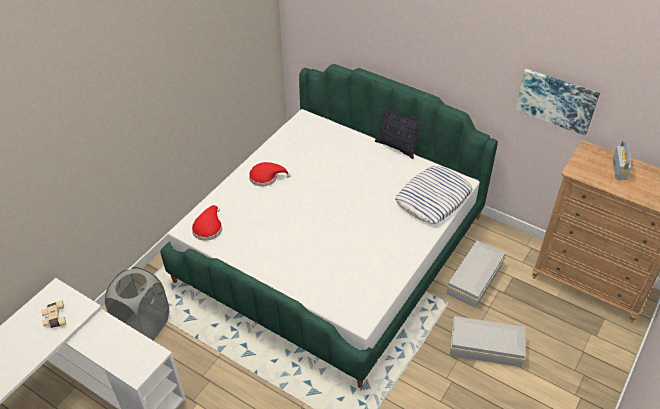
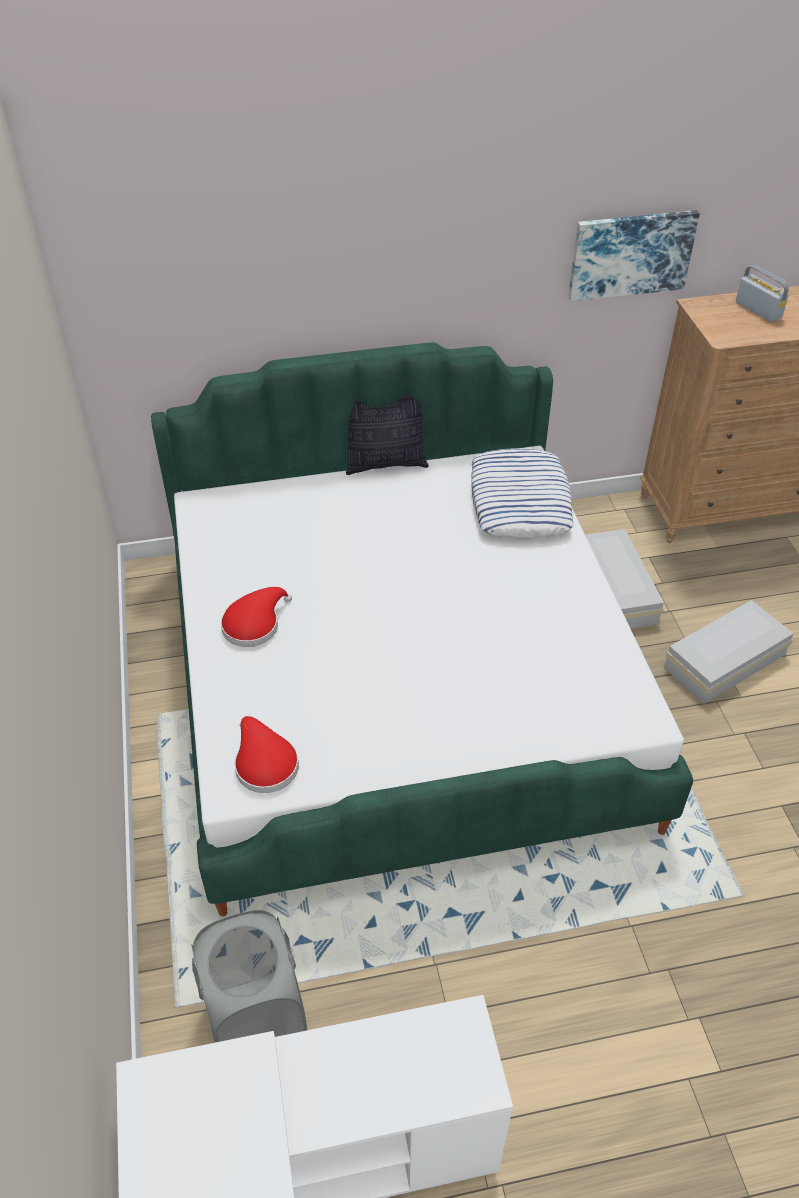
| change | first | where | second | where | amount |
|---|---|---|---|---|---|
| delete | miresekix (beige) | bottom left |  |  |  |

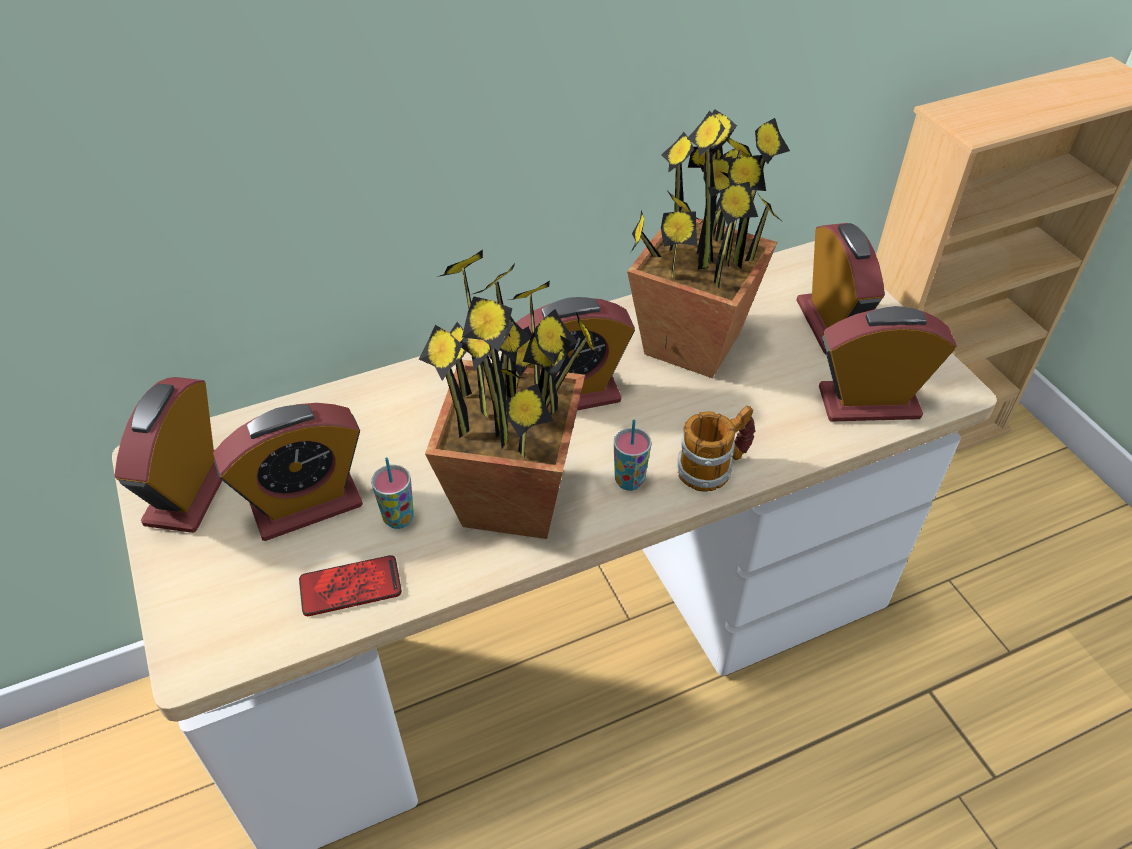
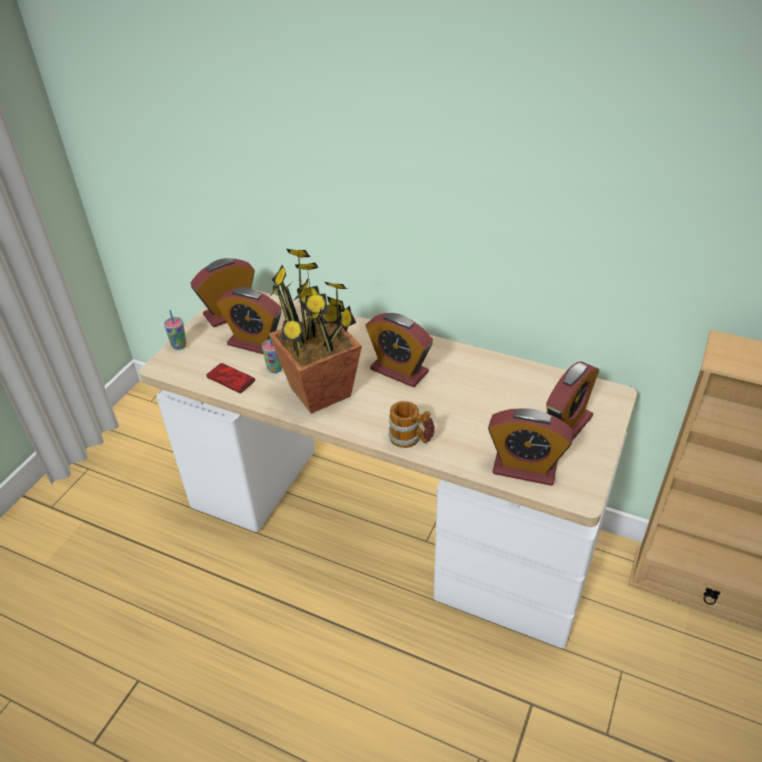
| change | first | where | second | where | amount |
|---|---|---|---|---|---|
| move | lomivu (2nd from left in the first image) | centre | lomivu (1st from left) | middle left |  |
| delete | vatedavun (2nd from left) | top centre |  |  |  |
| rotate | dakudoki (5th from left in the first image) | middle right | dakudoki (4th from left) | middle right | 150 degrees clockwise |

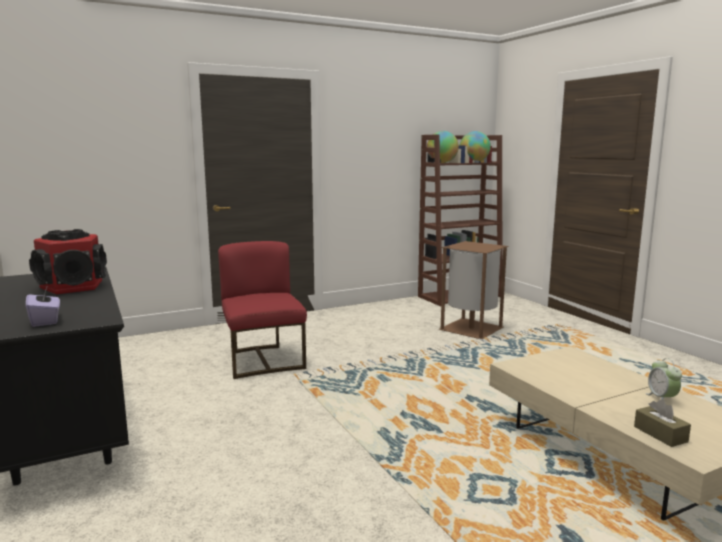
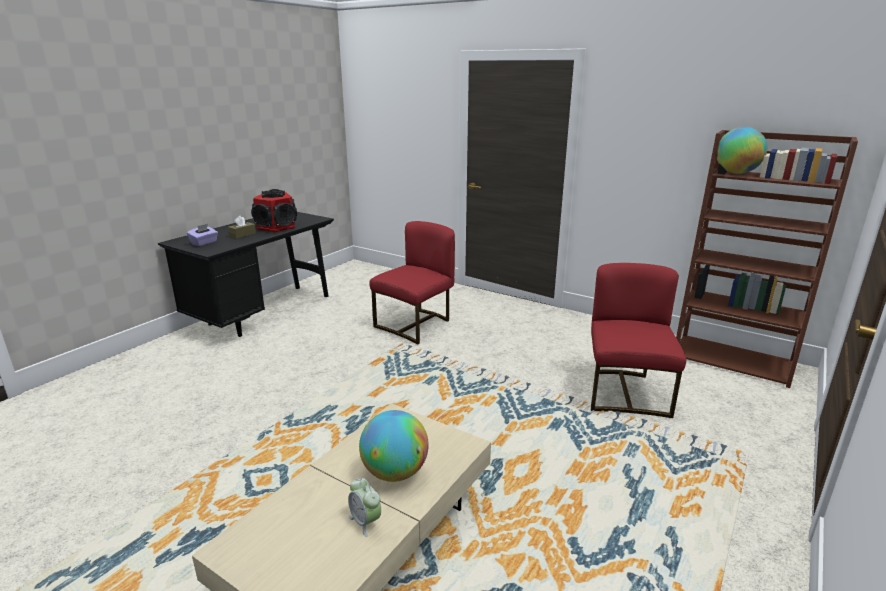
| change | first | where | second | where | amount |
|---|---|---|---|---|---|
| replace | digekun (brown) | centre | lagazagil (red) (2nd from left) | middle right |  |
| move | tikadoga (2nd from left in the first image) | top centre | tikadoga (1st from left) | bottom centre |  |
| move | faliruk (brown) | bottom right |  | middle left |  |
| rotate | dakudoki | bottom right |  | bottom centre | 90 degrees counterclockwise |

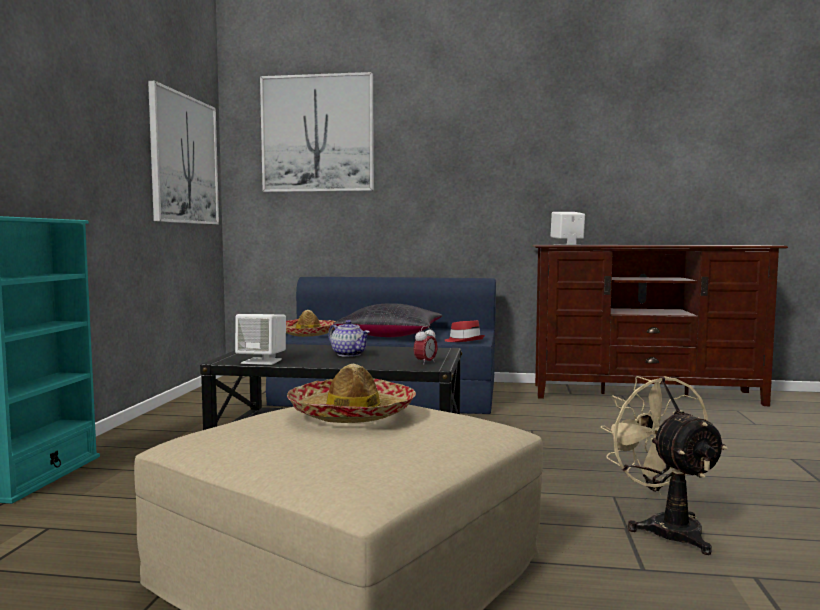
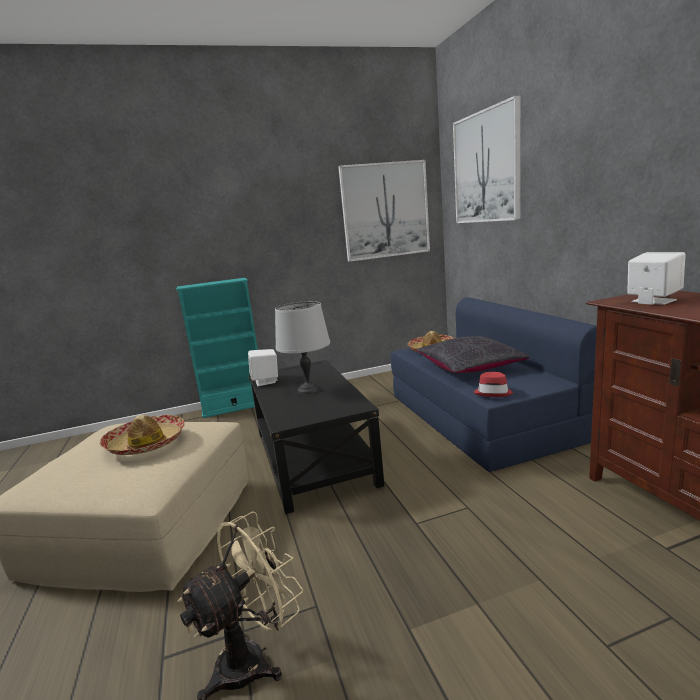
| change | first | where | second | where | amount |
|---|---|---|---|---|---|
| replace | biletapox | centre | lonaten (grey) | centre |  |
| delete | dakudoki | centre |  |  |  |

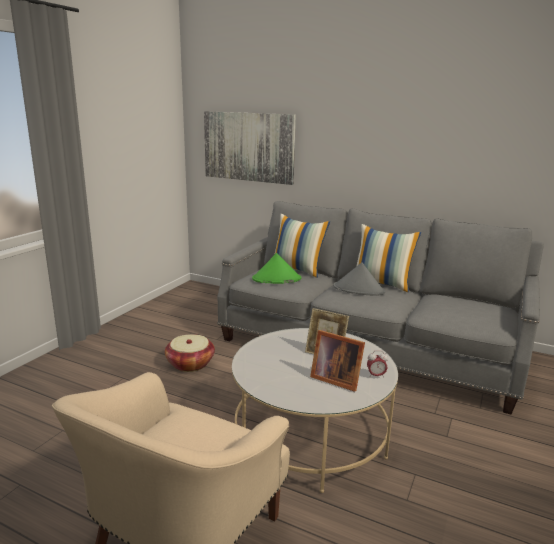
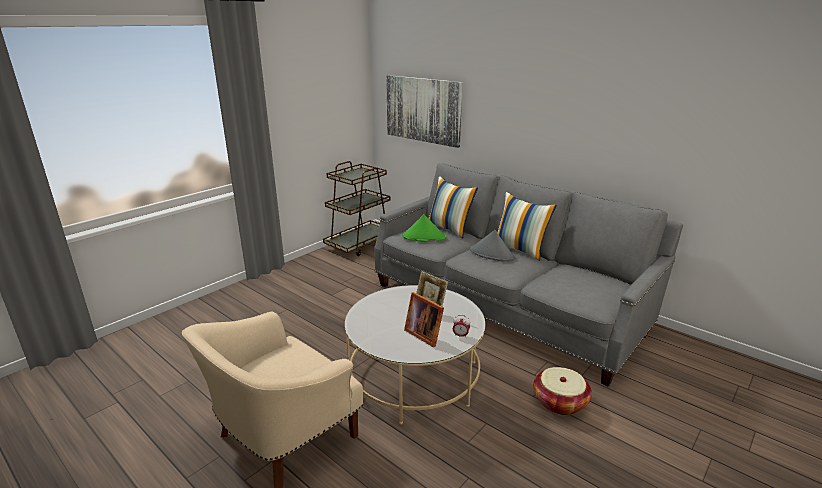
| change | first | where | second | where | amount |
|---|---|---|---|---|---|
| move | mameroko | centre |  | bottom right |  |
| insert |  |  | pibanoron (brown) | centre |  |

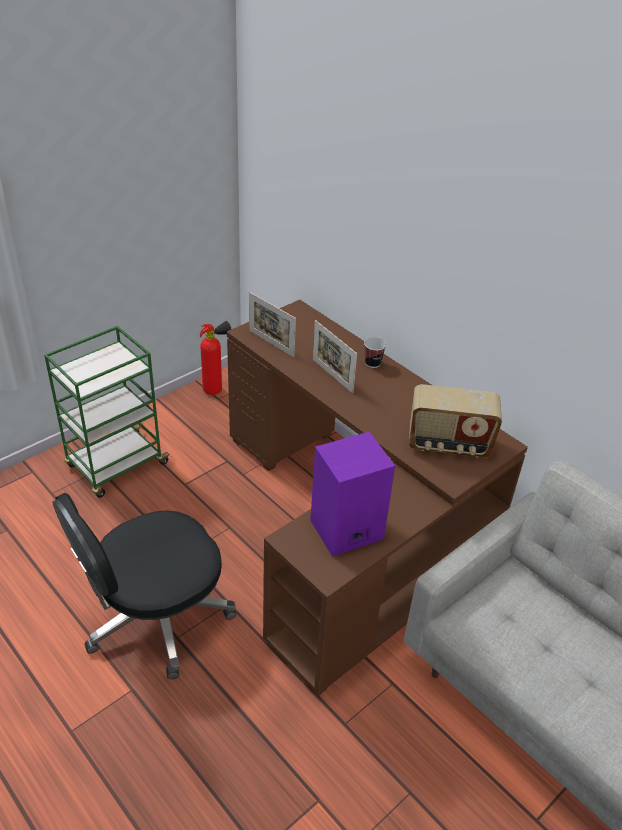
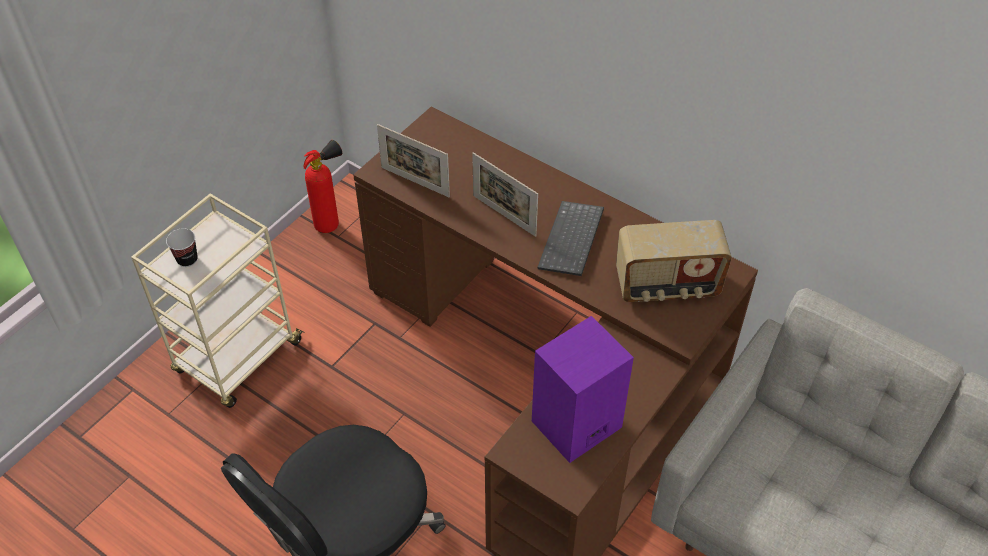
| change | first | where | second | where | amount |
|---|---|---|---|---|---|
| recolor | pibanoron (green) | middle left | pibanoron (beige) | middle left |  |
| move | lomivu | centre |  | middle left |  |
| insert |  |  | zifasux | centre |  |

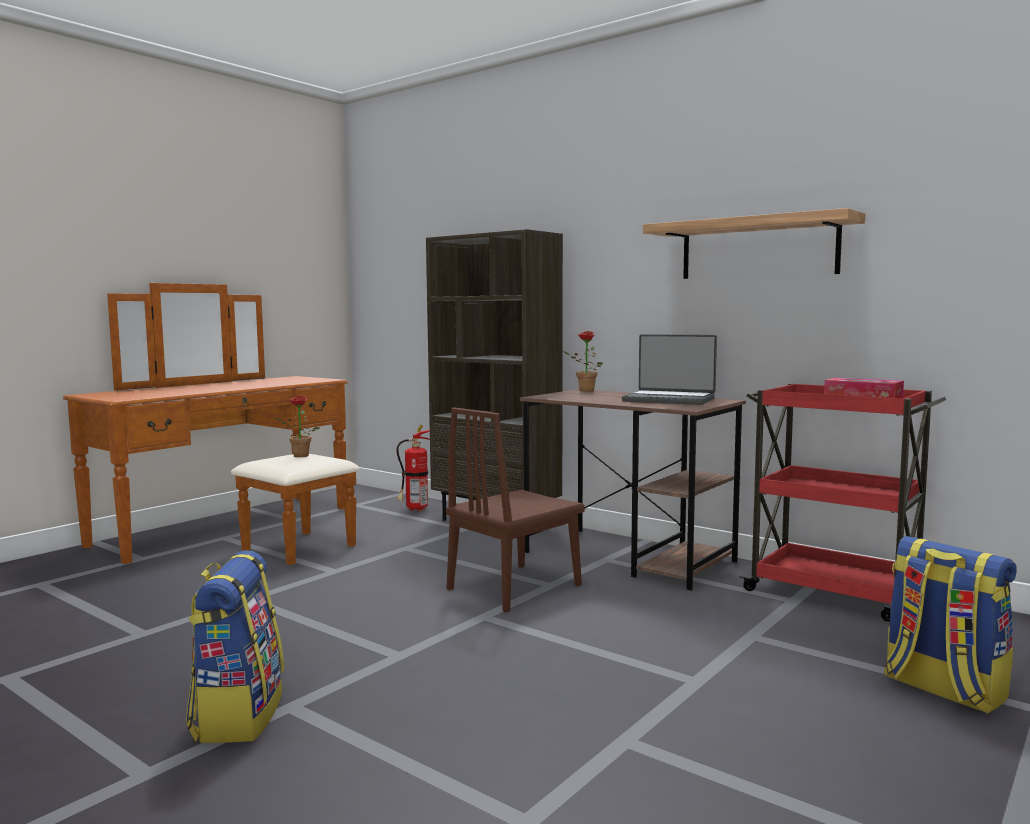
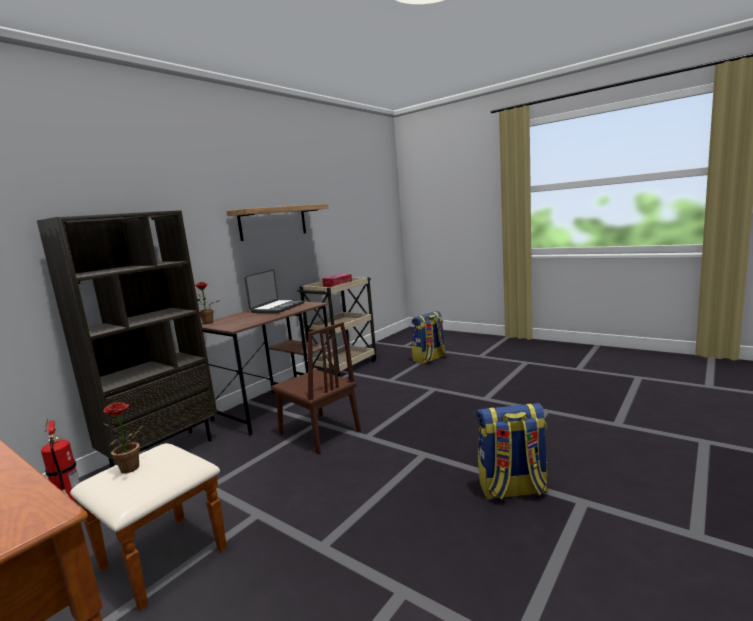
| change | first | where | second | where | amount |
|---|---|---|---|---|---|
| recolor | pibanoron (red) | middle right | pibanoron (beige) | centre |  |

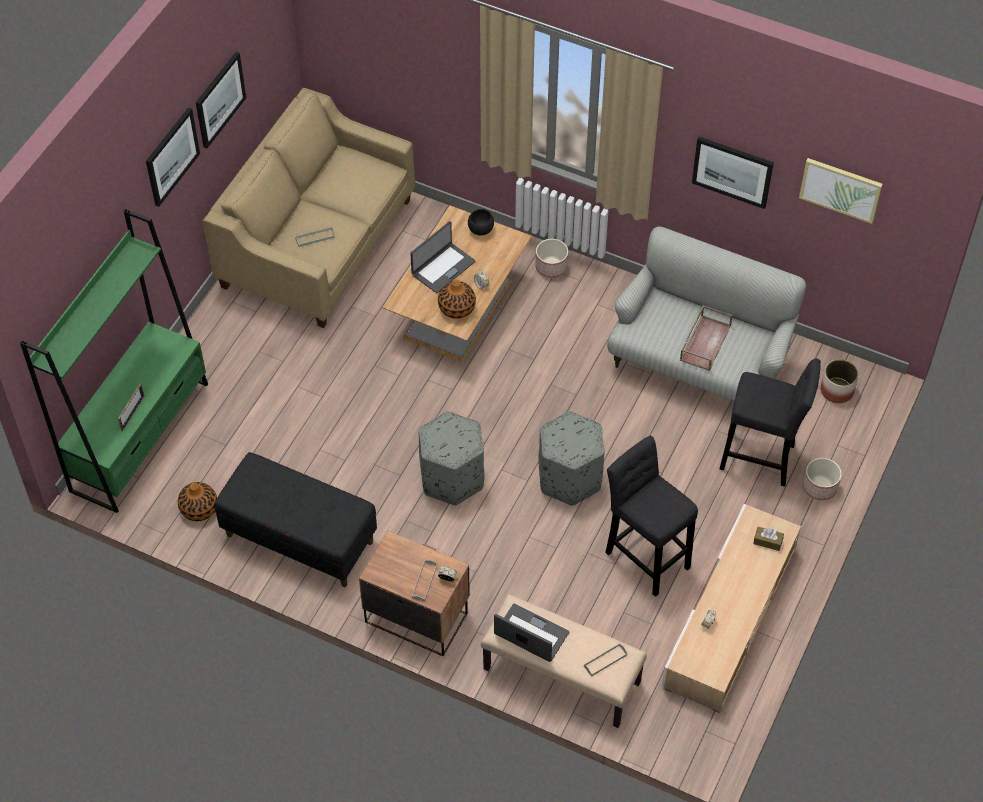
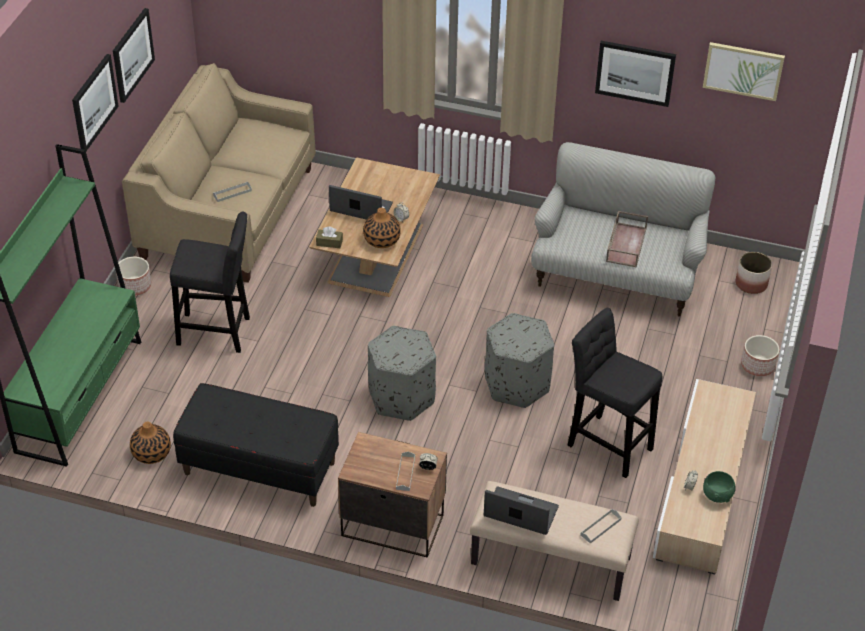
| change | first | where | second | where | amount |
|---|---|---|---|---|---|
| delete | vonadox | middle left |  |  |  |
| rotate | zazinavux (1st from left) | top centre |  | top centre | 105 degrees counterclockwise |
| delete | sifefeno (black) | top centre |  |  |  |
| move | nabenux (1st from left) | top centre |  | middle left |  |
| move | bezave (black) (2nd from left in the first image) | middle right | bezave (black) (1st from left) | middle left |  |
| move | faliruk (brown) | bottom right |  | centre |  |
| insert |  |  | sifefeno (green) | bottom right |  |

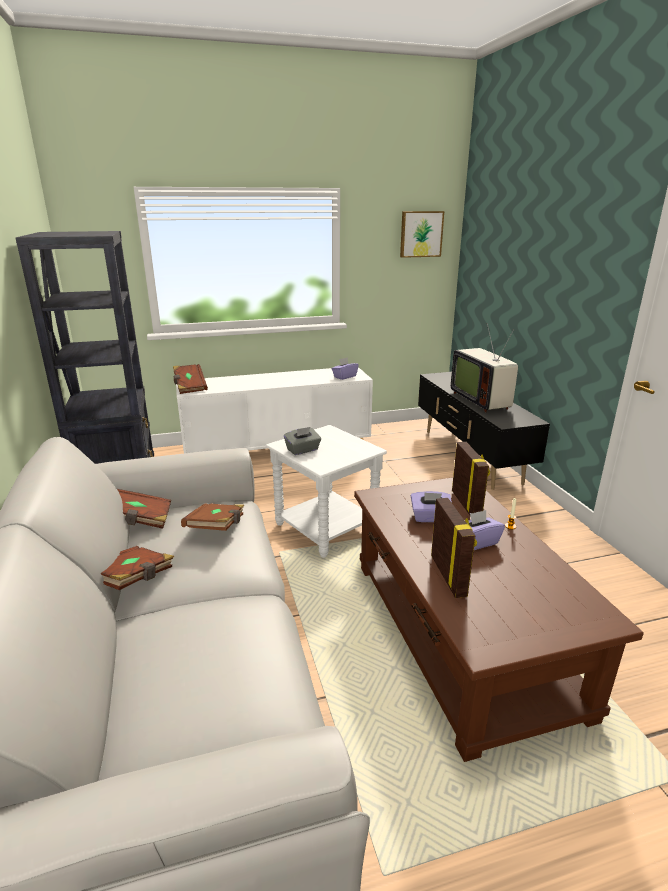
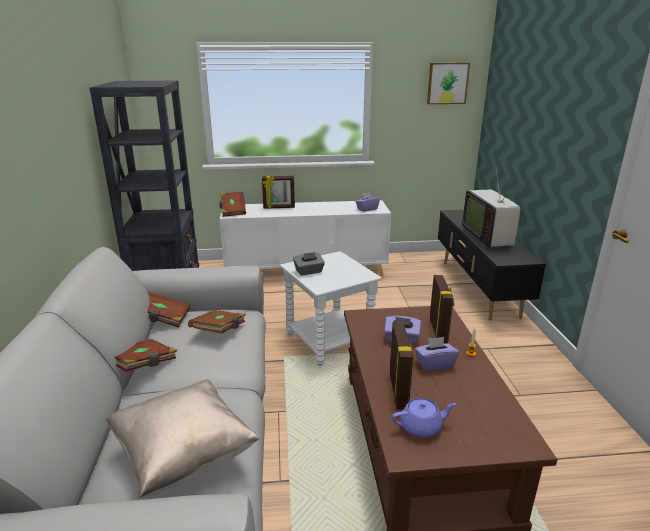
| change | first | where | second | where | amount |
|---|---|---|---|---|---|
| insert |  |  | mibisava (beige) | bottom left |  |
| insert |  |  | vonadox (1st from left) | centre |  |
| insert |  |  | biletapox (purple) | bottom centre |  |

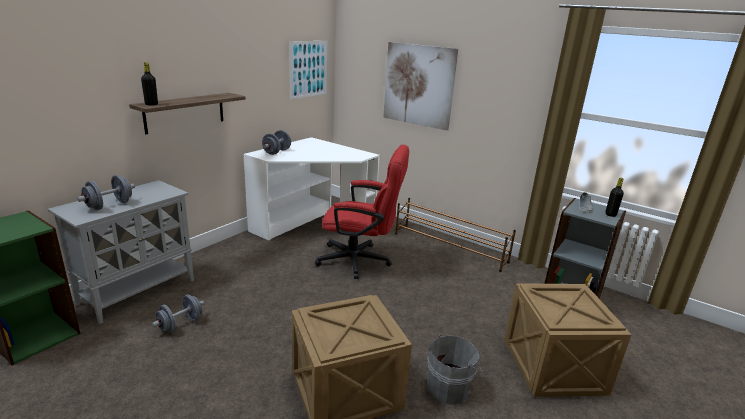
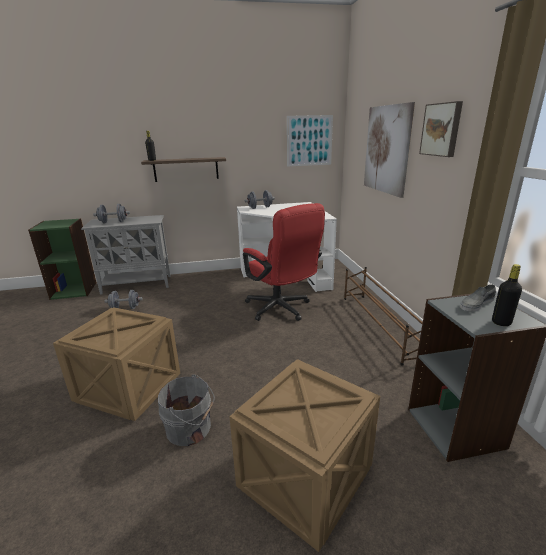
| change | first | where | second | where | amount |
|---|---|---|---|---|---|
| insert |  |  | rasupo (3rd from left) | top right |  |

